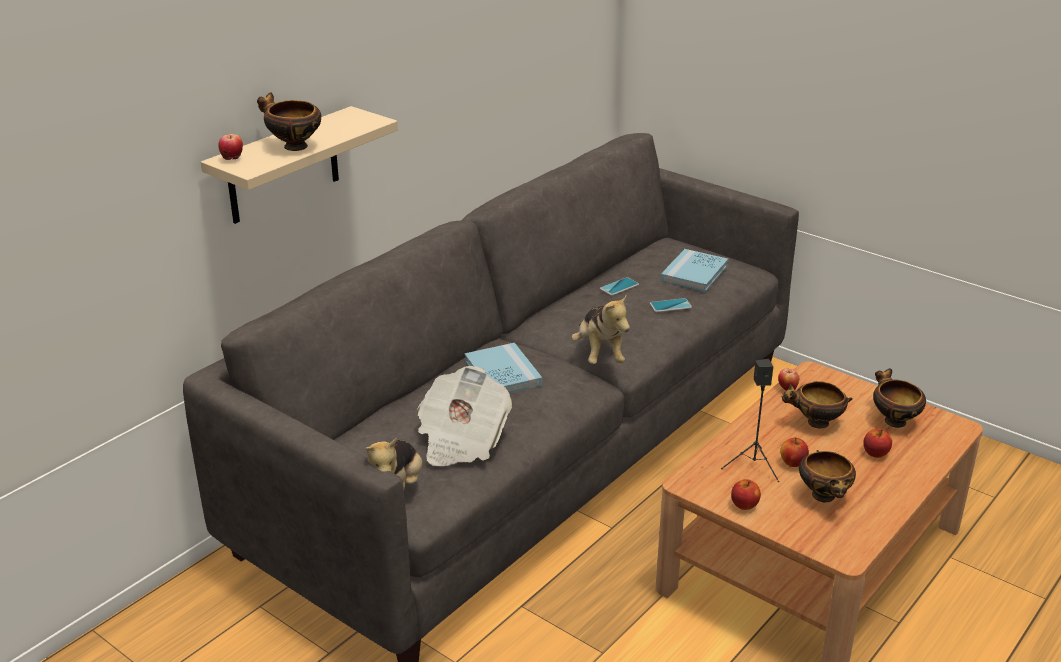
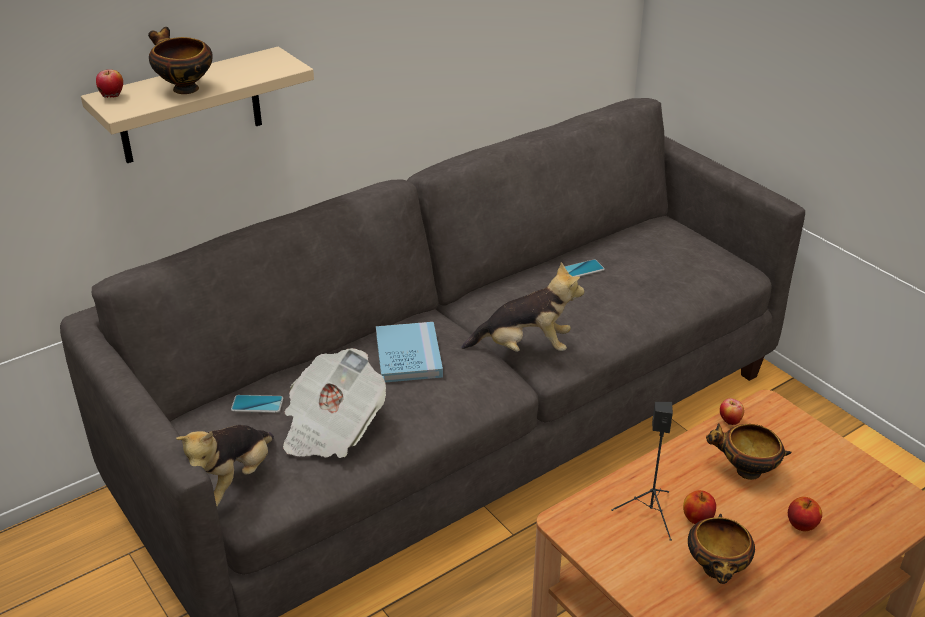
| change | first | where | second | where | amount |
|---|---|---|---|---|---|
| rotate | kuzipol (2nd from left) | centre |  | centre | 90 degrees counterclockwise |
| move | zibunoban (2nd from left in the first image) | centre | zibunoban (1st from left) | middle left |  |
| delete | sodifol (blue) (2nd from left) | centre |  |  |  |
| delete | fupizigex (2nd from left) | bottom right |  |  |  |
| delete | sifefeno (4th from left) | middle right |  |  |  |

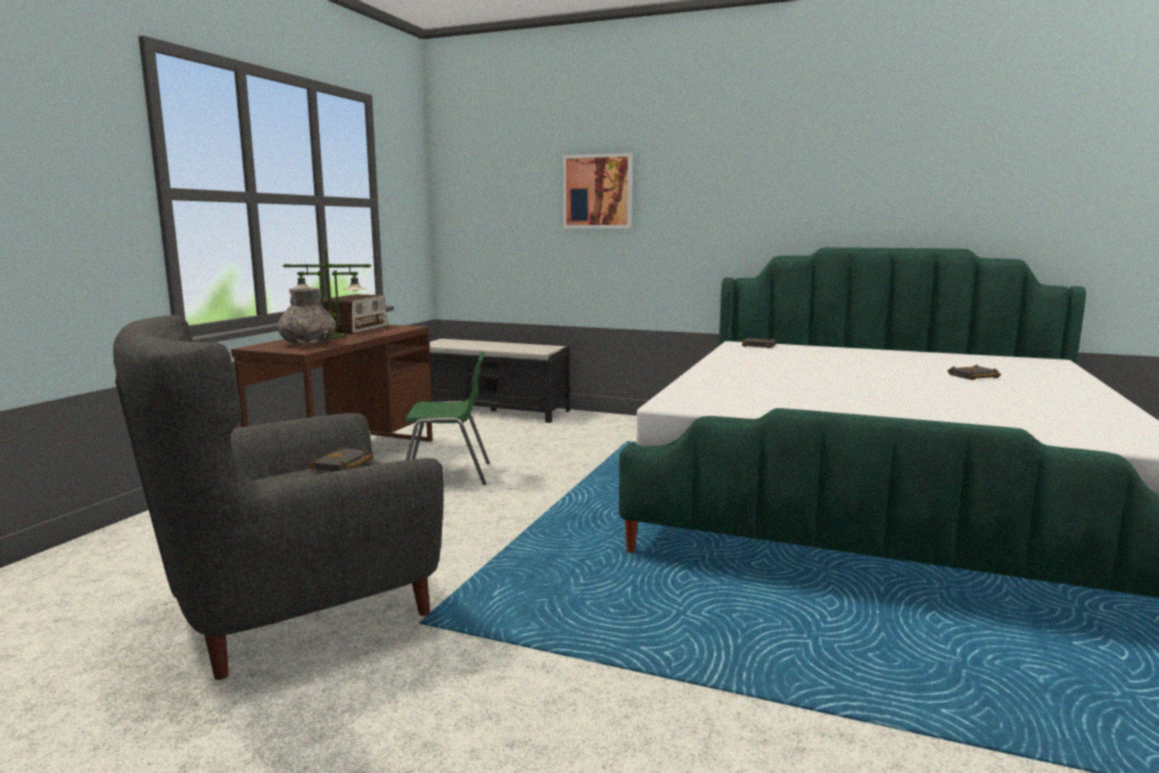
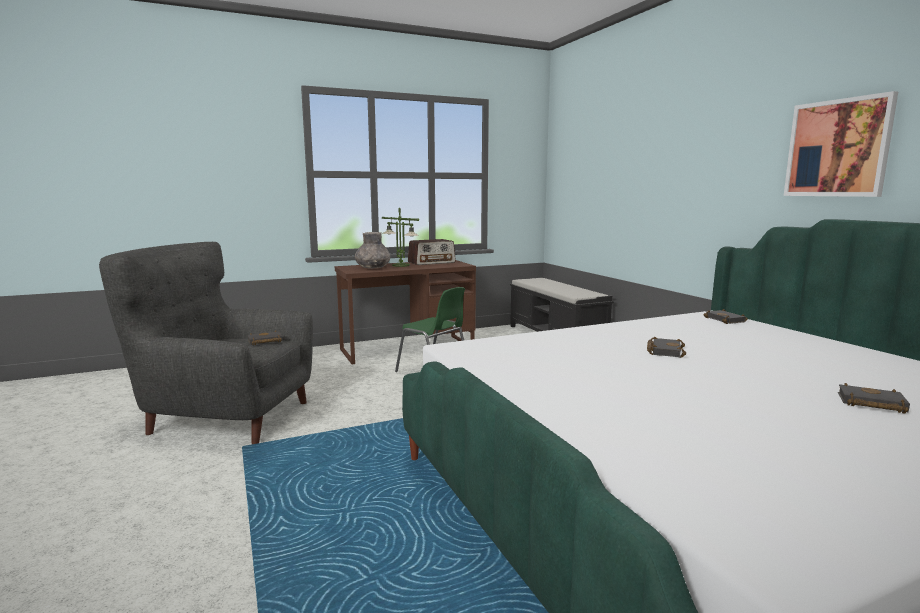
| change | first | where | second | where | amount |
|---|---|---|---|---|---|
| move | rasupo | top centre |  | top right |  |
| insert |  |  | sodifol (black) (2nd from left) | middle right |  |

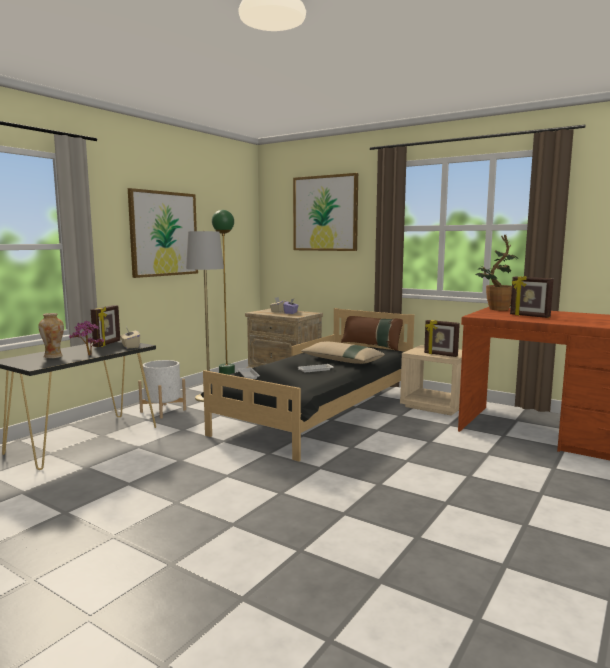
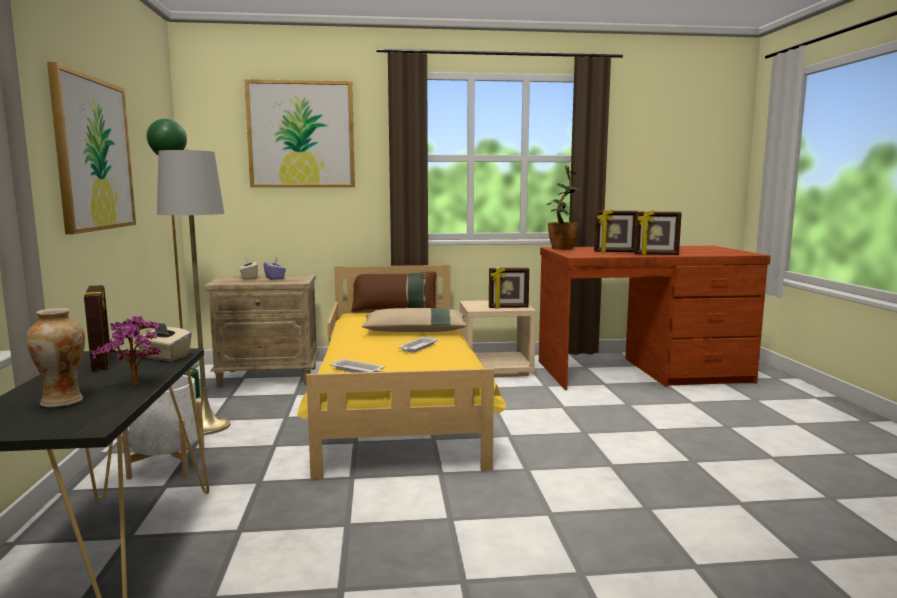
| change | first | where | second | where | amount |
|---|---|---|---|---|---|
| recolor | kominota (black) | centre | kominota (yellow) | centre |  |
| insert |  |  | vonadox (4th from left) | middle right |  |

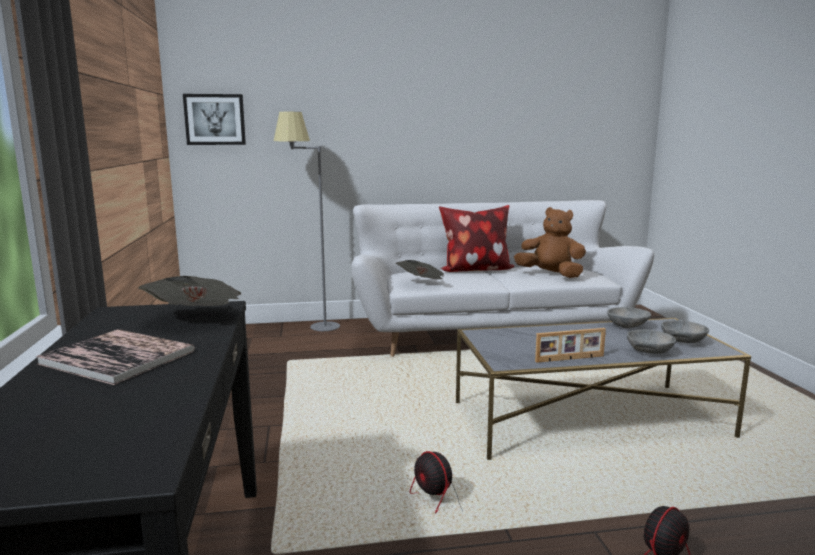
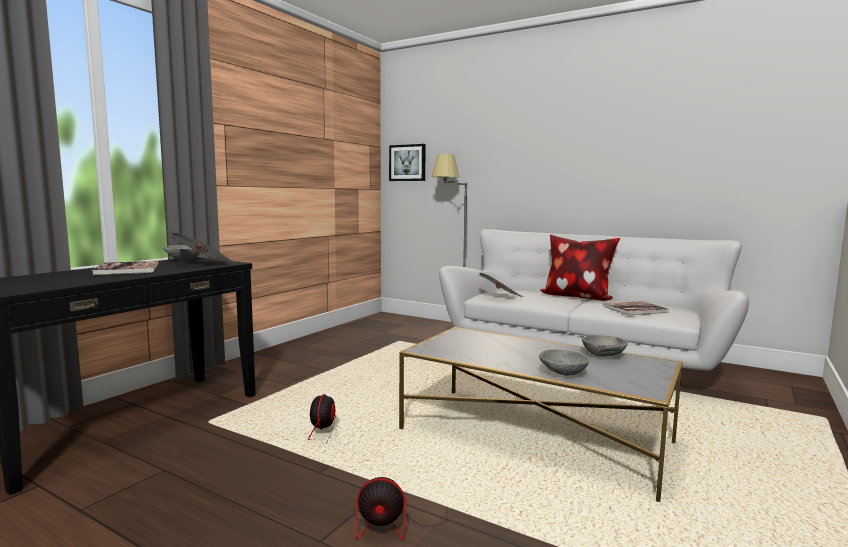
| change | first | where | second | where | amount |
|---|---|---|---|---|---|
| replace | kuzipol (brown) | middle right | sodifol (2nd from left) | middle right |  |
| delete | vonadox | middle right |  |  |  |
| move | sifefeno (grey) (3rd from left in the first image) | middle right | sifefeno (grey) (1st from left) | middle left |  |

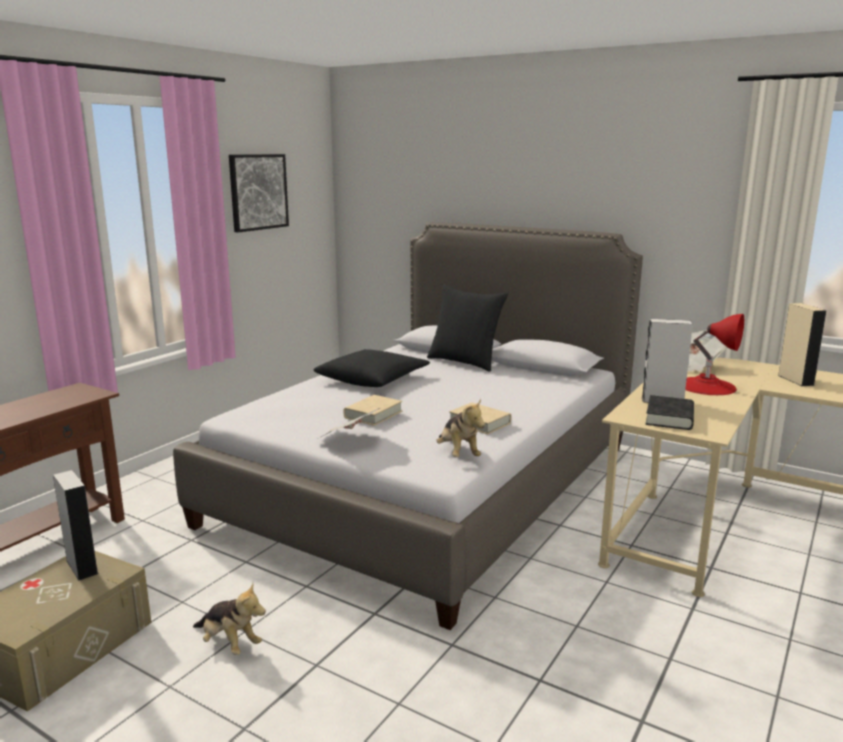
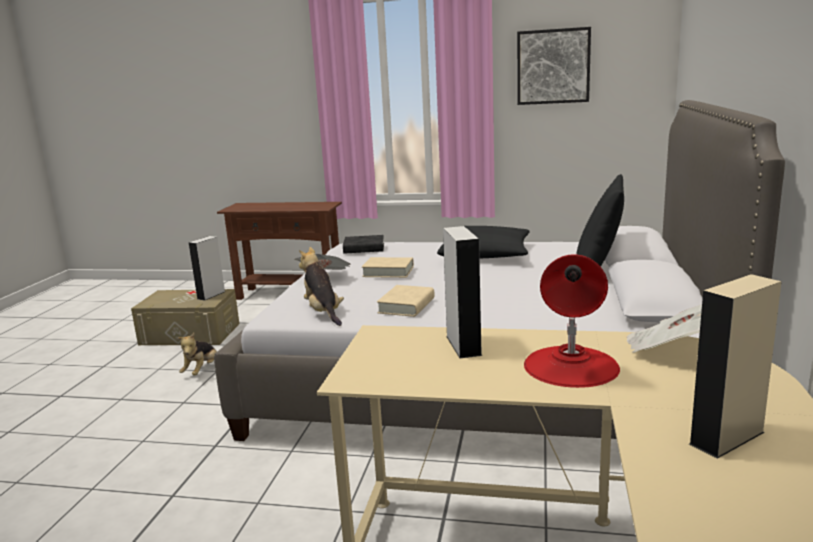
| change | first | where | second | where | amount |
|---|---|---|---|---|---|
| rotate | kuzipol (2nd from left) | centre |  | centre | 105 degrees clockwise |
| move | sodifol (black) | middle right |  | centre |  |

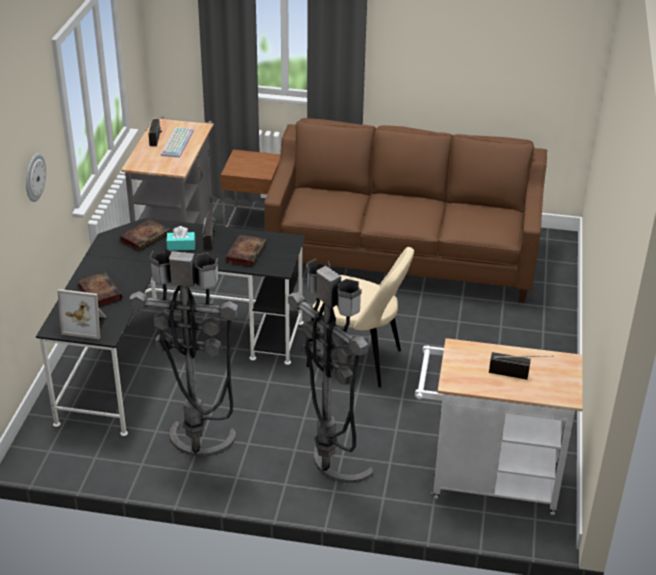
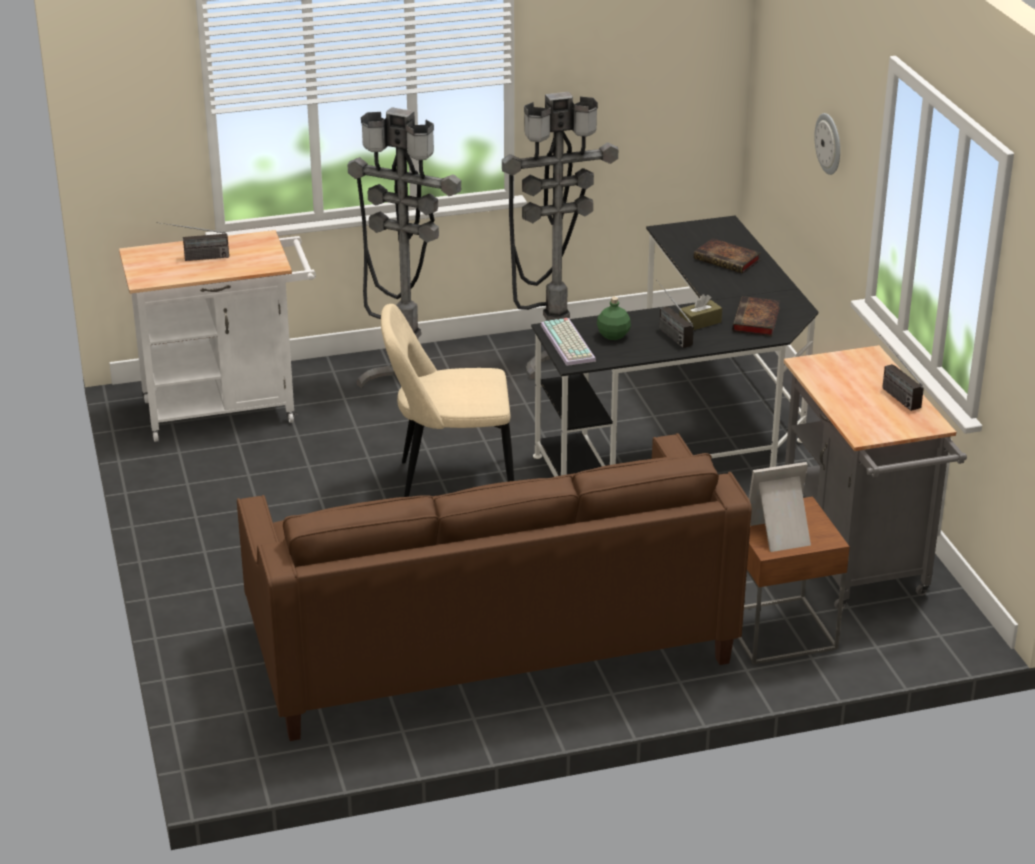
| change | first | where | second | where | amount |
|---|---|---|---|---|---|
| move | vonadox | middle left |  | middle right |  |
| move | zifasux | top left |  | centre |  |
| recolor | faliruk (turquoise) | middle left | faliruk (brown) | middle right |  |
| replace | sodifol (3rd from left) | centre | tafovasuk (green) | centre |  |

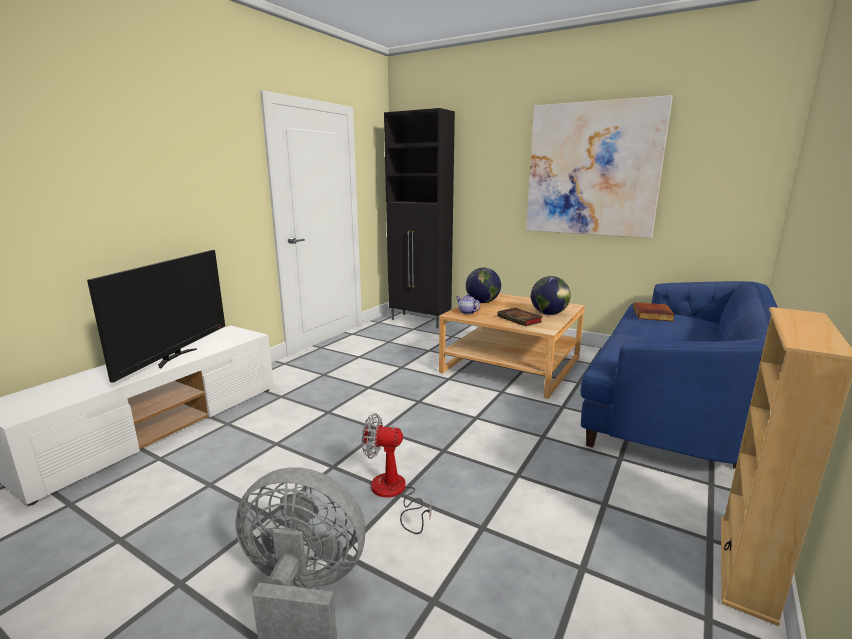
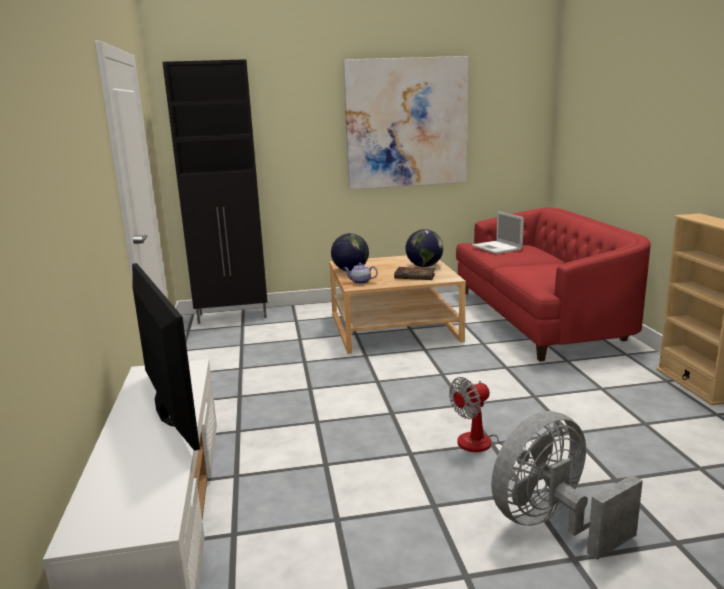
| change | first | where | second | where | amount |
|---|---|---|---|---|---|
| recolor | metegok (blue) | middle right | metegok (red) | middle right |  |
| replace | sodifol (2nd from left) | middle right | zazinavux | middle right |  |

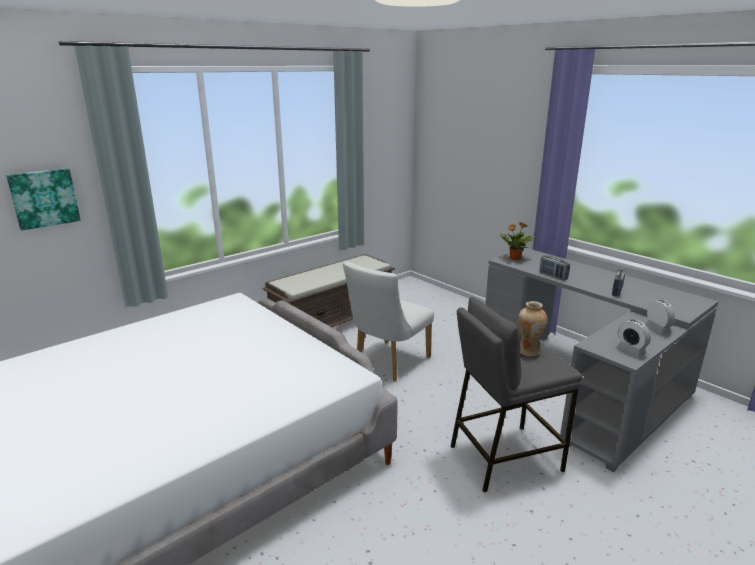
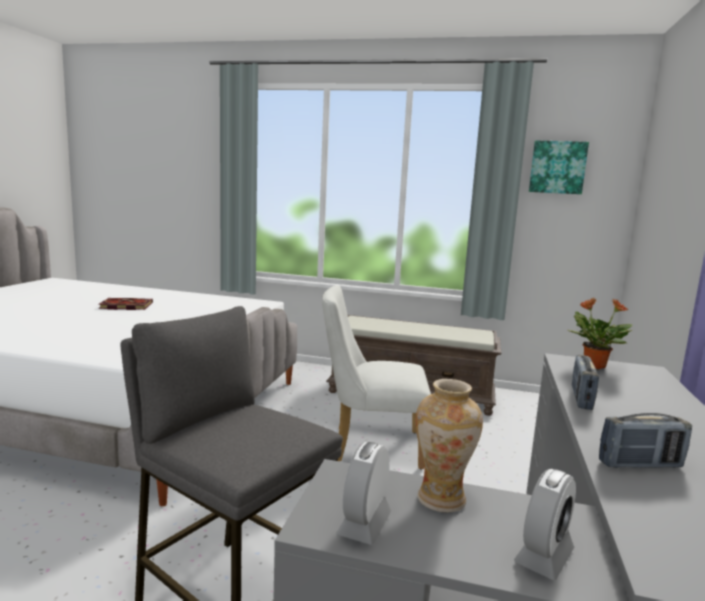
| change | first | where | second | where | amount |
|---|---|---|---|---|---|
| move | rasupo | middle left |  | top right |  |
| move | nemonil | middle right |  | bottom centre |  |
| insert |  |  | sodifol | middle left |  |

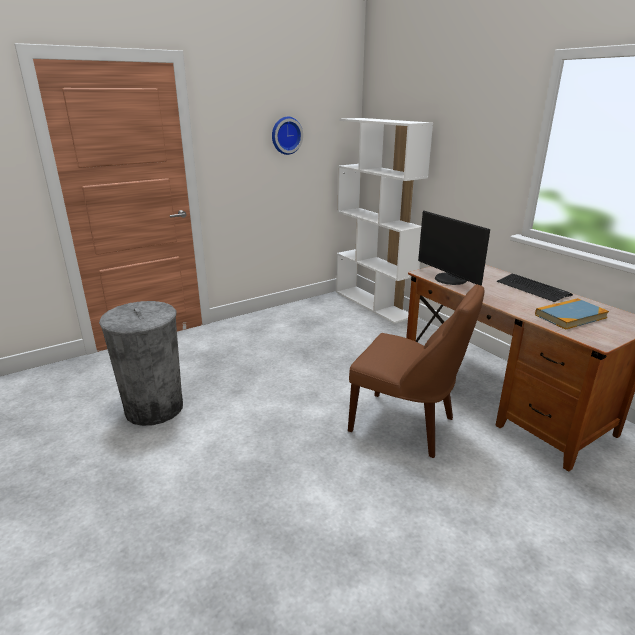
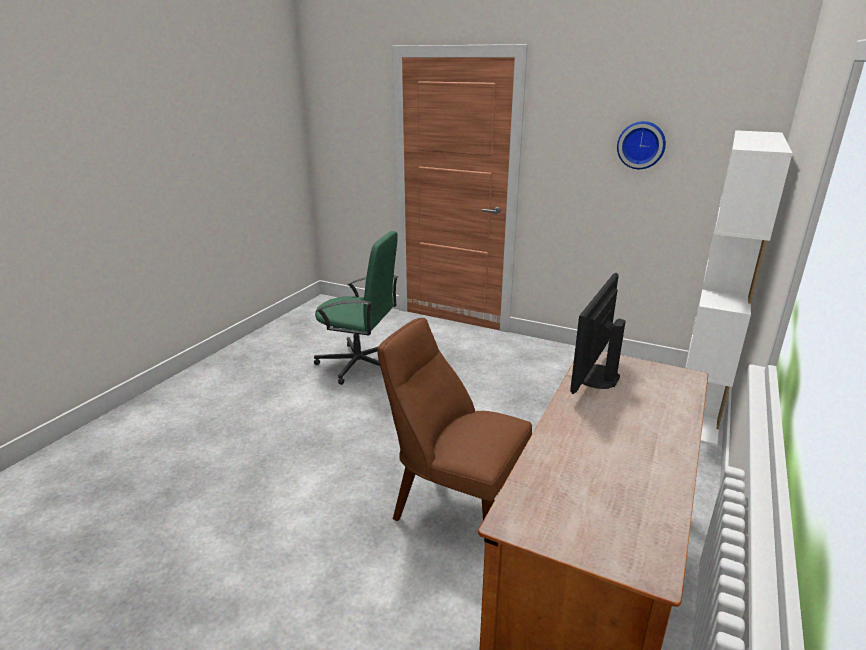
| change | first | where | second | where | amount |
|---|---|---|---|---|---|
| replace | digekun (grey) | middle left | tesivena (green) | centre |  |
| rotate | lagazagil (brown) | centre |  | centre | 120 degrees clockwise |
| delete | zifasux | middle right |  |  |  |
| delete | sodifol | middle right |  |  |  |

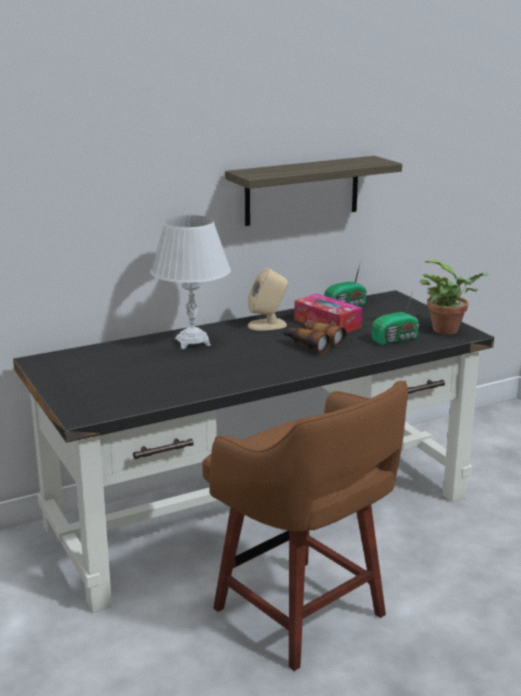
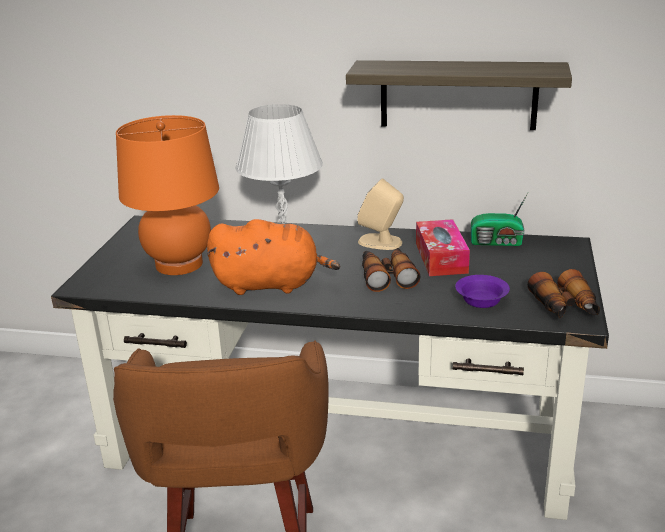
| change | first | where | second | where | amount |
|---|---|---|---|---|---|
| replace | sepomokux (2nd from left) | middle right | sifefeno (purple) | middle right |  |
| replace | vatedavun | middle right | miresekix (2nd from left) | middle right |  |
| insert |  |  | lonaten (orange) | middle left |  |
| insert |  |  | kuzipol (orange) | centre |  |

